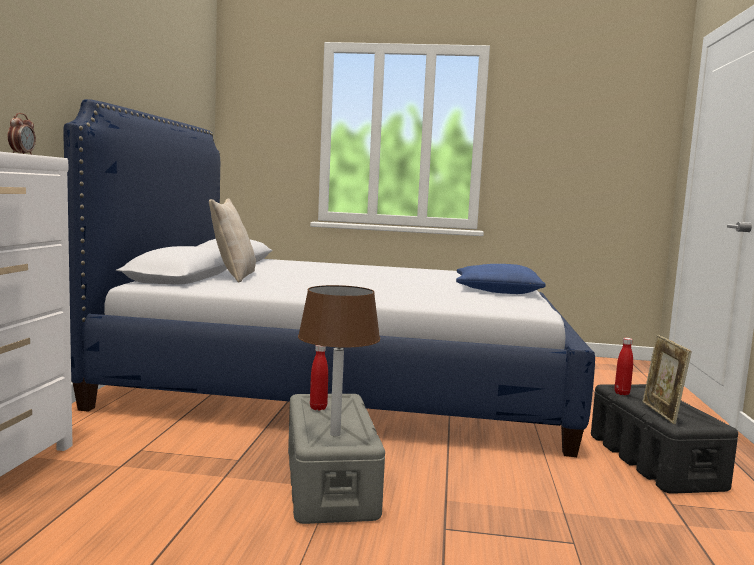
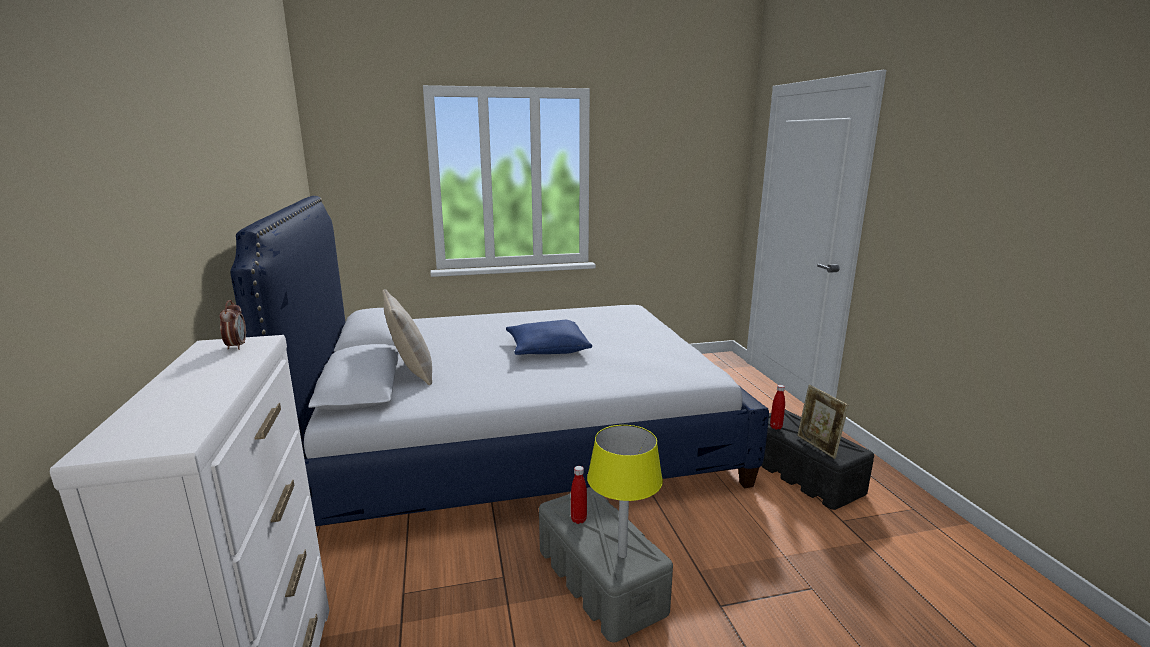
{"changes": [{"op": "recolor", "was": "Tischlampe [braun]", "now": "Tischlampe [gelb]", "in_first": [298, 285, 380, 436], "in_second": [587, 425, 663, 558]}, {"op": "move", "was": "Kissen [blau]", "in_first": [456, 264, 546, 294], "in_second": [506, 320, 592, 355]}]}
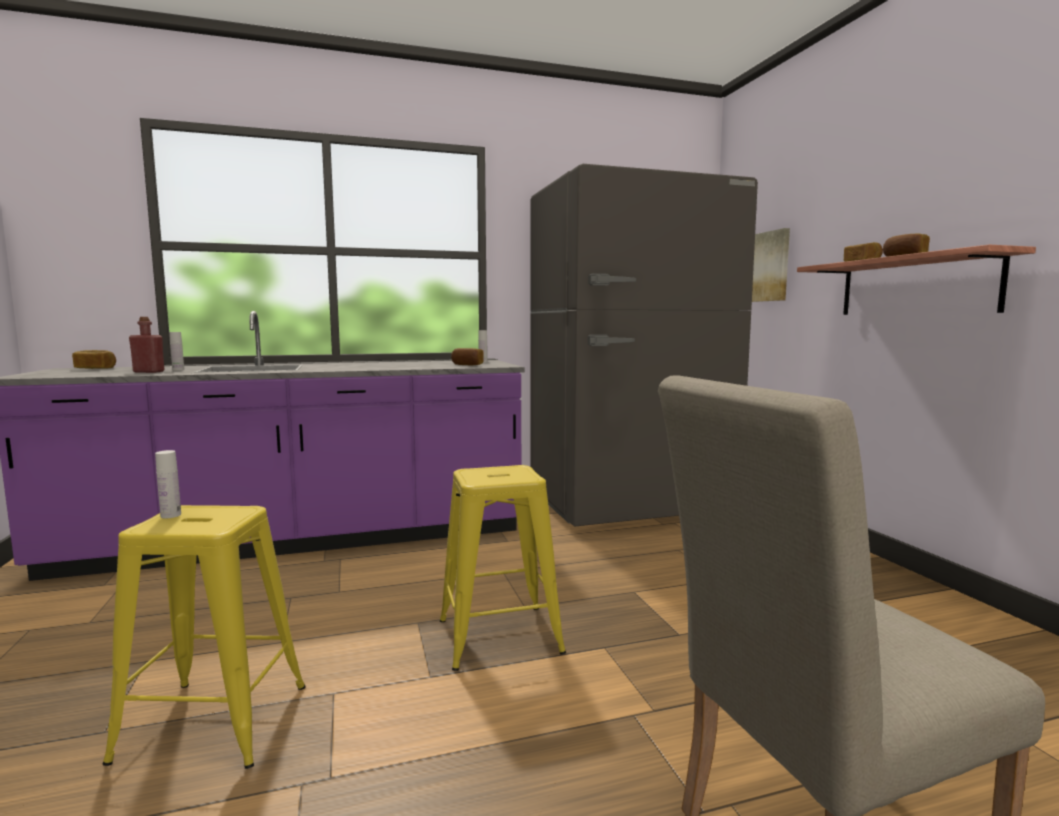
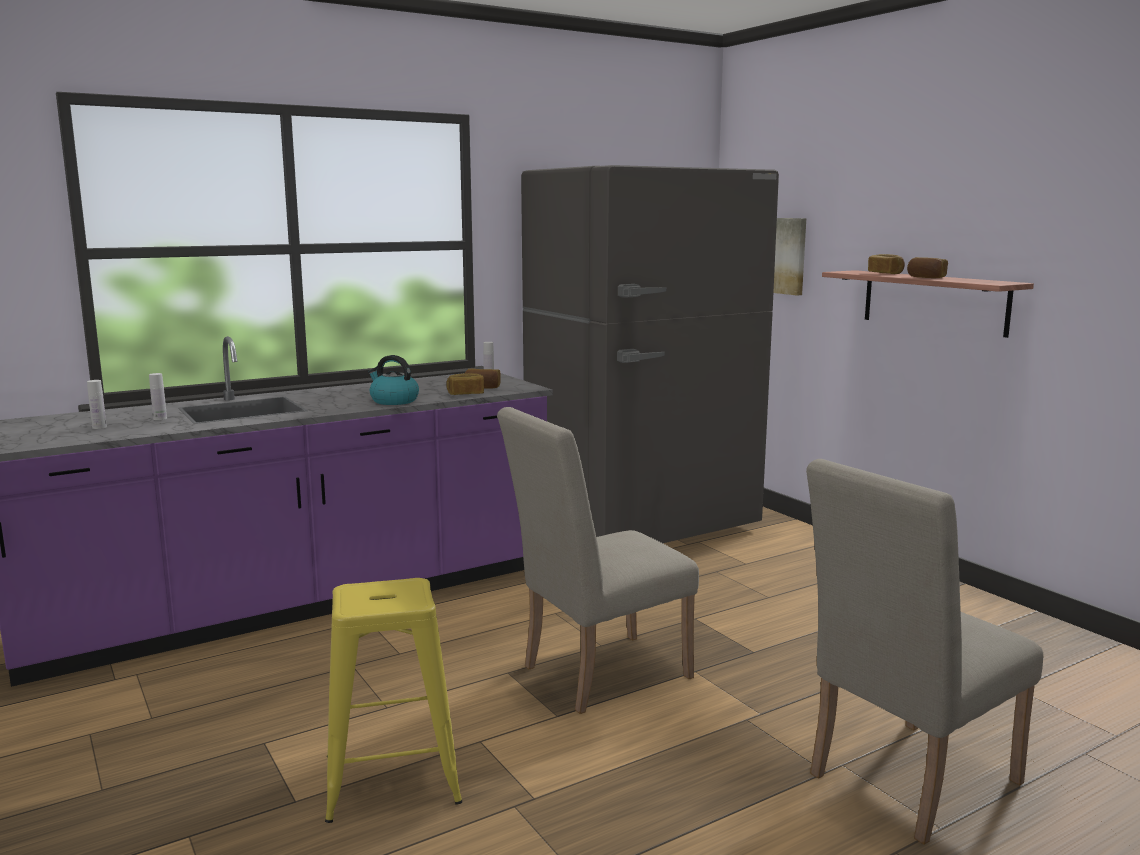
{"changes": [{"op": "move", "was": "Brot", "in_first": [72, 350, 116, 369], "in_second": [446, 373, 484, 395]}, {"op": "delete", "was": "Flasche [rot]", "in_first": [129, 317, 165, 373]}, {"op": "move", "was": "Flasche [weiß]", "in_first": [155, 450, 181, 518], "in_second": [87, 380, 107, 429]}, {"op": "replace", "was": "Hocker [gelb]", "now": "Stuhl [beige]", "in_first": [440, 465, 566, 671], "in_second": [497, 407, 699, 714]}, {"op": "insert", "now": "Wasserkessel", "in_second": [368, 355, 419, 405]}]}
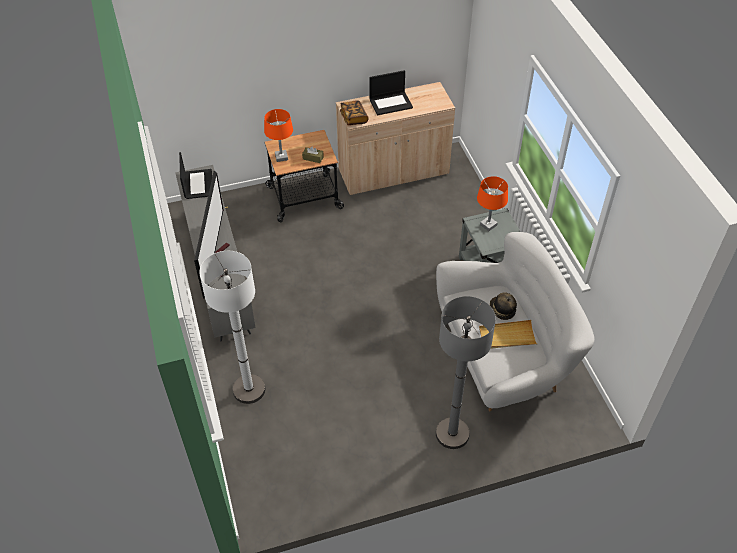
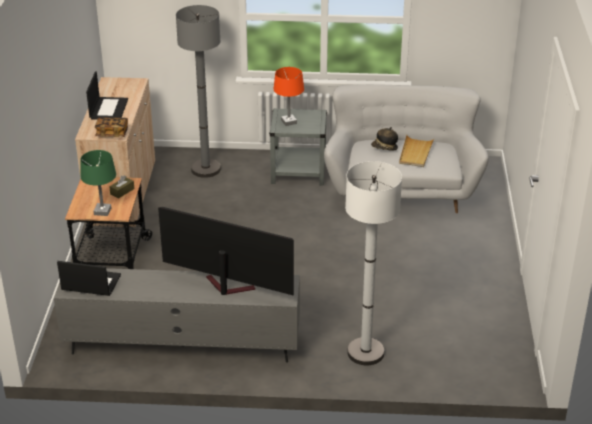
{"changes": [{"op": "recolor", "was": "Tischlampe [orange]", "now": "Tischlampe [grün]", "in_first": [264, 109, 293, 162], "in_second": [81, 150, 116, 216]}, {"op": "move", "was": "Stehlampe [grau]", "in_first": [436, 296, 496, 449], "in_second": [176, 5, 221, 178]}]}
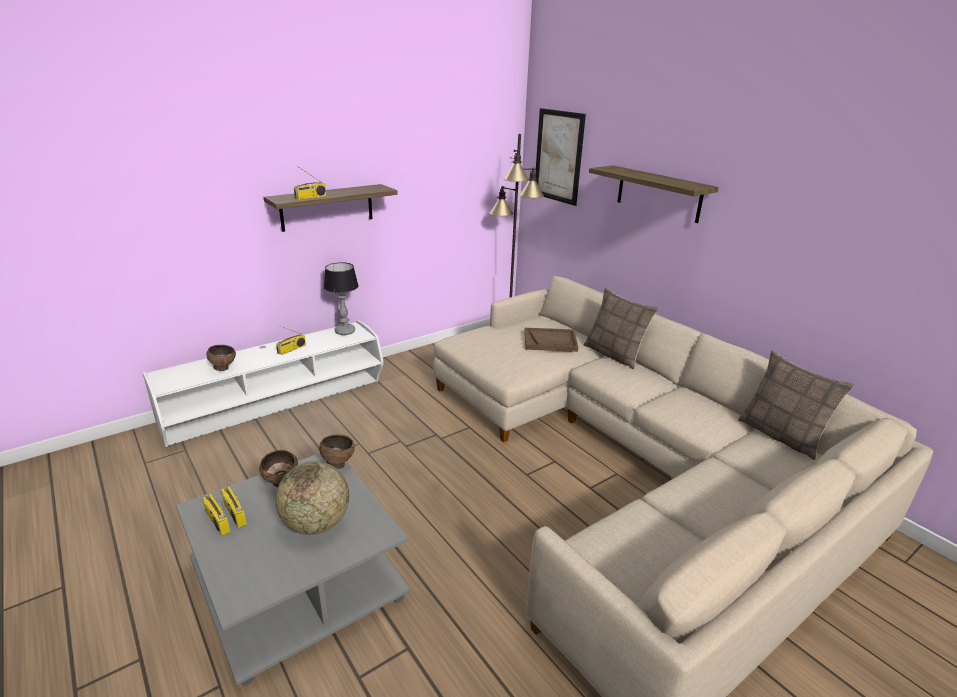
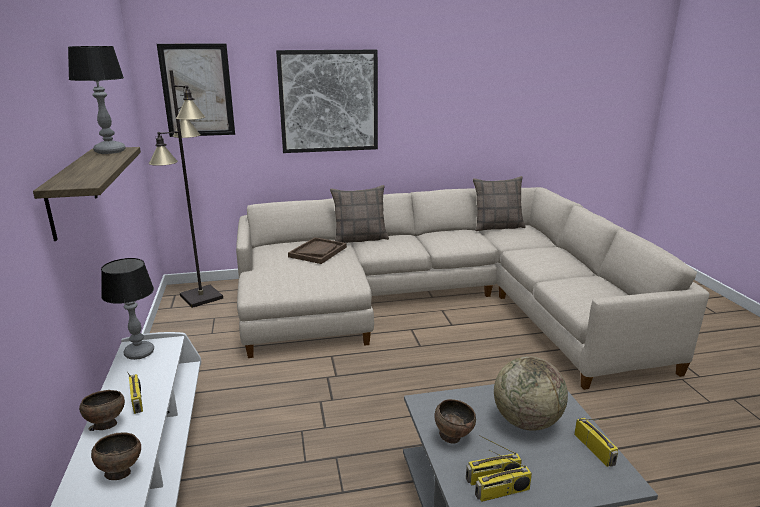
{"changes": [{"op": "move", "was": "Radio", "in_first": [294, 166, 326, 200], "in_second": [574, 417, 618, 467]}, {"op": "move", "was": "Schüssel [braun]", "in_first": [319, 434, 355, 469], "in_second": [79, 390, 125, 430]}, {"op": "replace", "was": "Wandregal", "now": "Bild", "in_first": [589, 165, 719, 223], "in_second": [276, 50, 378, 153]}, {"op": "insert", "now": "Tischlampe", "in_second": [68, 46, 126, 154]}]}
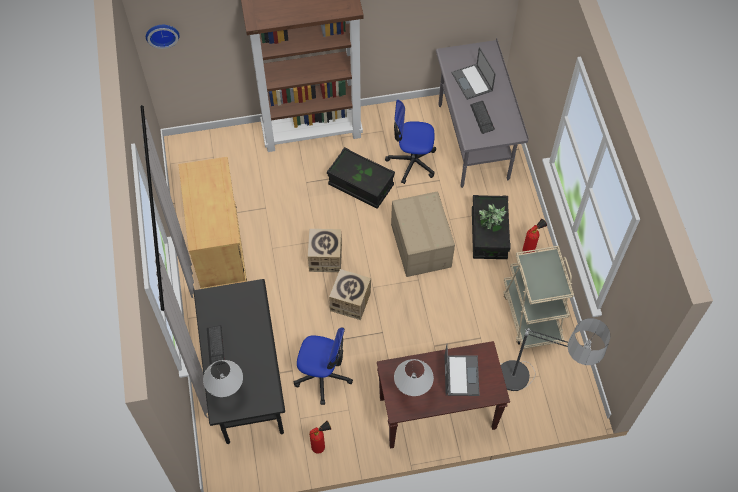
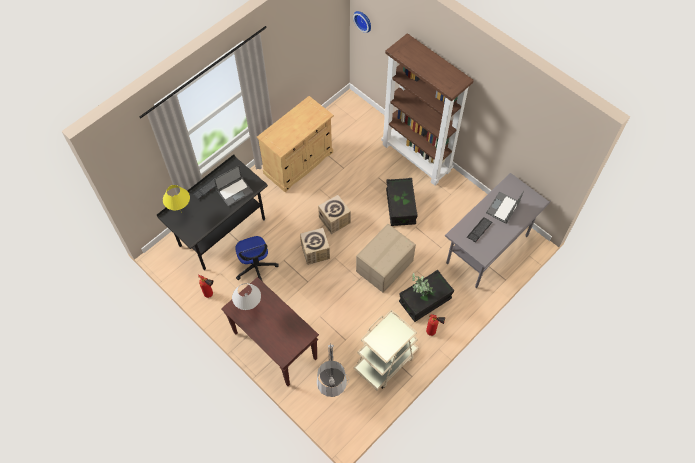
{"changes": [{"op": "recolor", "was": "Tischlampe [weiß]", "now": "Tischlampe [gelb]", "in_first": [203, 360, 243, 397], "in_second": [163, 185, 190, 213]}, {"op": "delete", "was": "Bürostuhl", "in_first": [385, 100, 436, 184]}, {"op": "move", "was": "Laptop", "in_first": [444, 344, 479, 396], "in_second": [214, 166, 253, 207]}]}
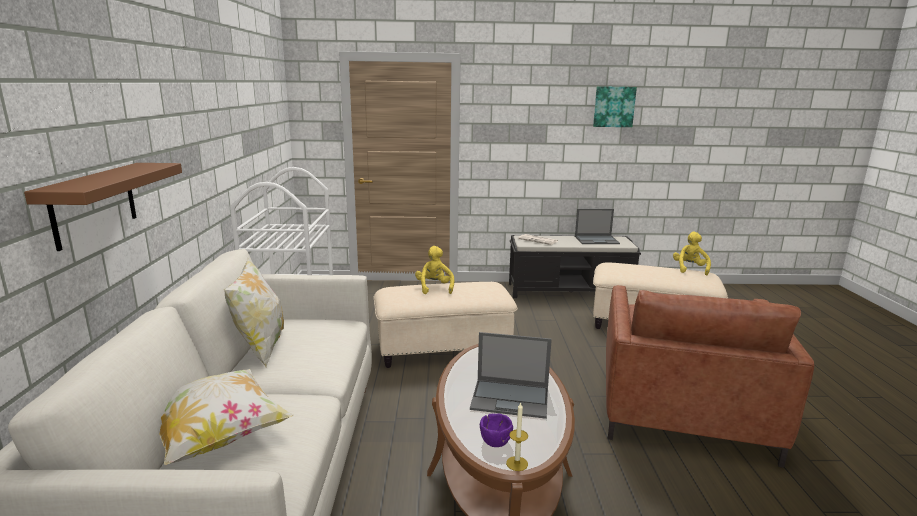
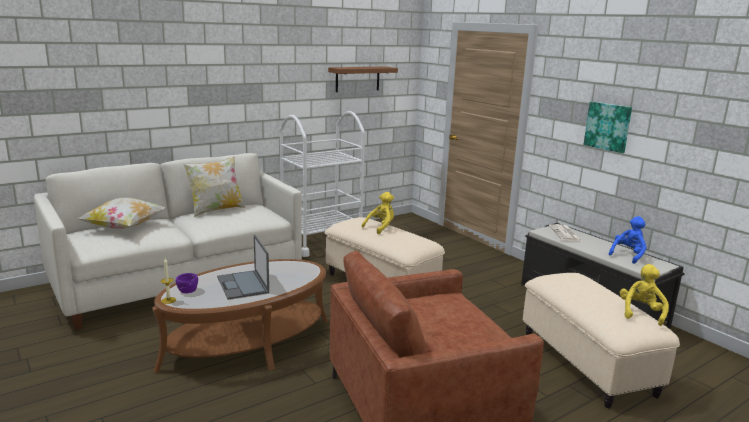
{"changes": [{"op": "move", "was": "Wandregal [braun]", "in_first": [24, 163, 182, 251], "in_second": [328, 67, 398, 92]}, {"op": "replace", "was": "Laptop", "now": "Plüschtier [blau]", "in_first": [575, 209, 620, 244], "in_second": [609, 216, 647, 264]}, {"op": "move", "was": "Bild", "in_first": [593, 86, 637, 127], "in_second": [583, 102, 632, 153]}, {"op": "rotate", "was": "Plüschtier [gelb]", "in_first": [673, 232, 711, 275], "in_second": [620, 264, 669, 326], "clockwise": -45}]}
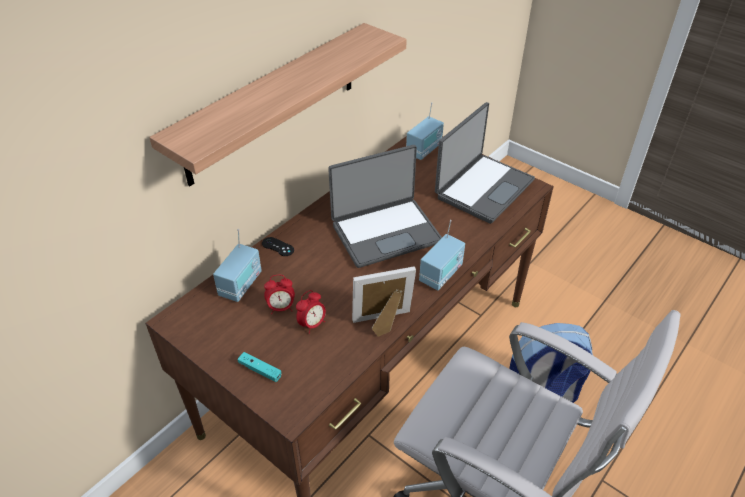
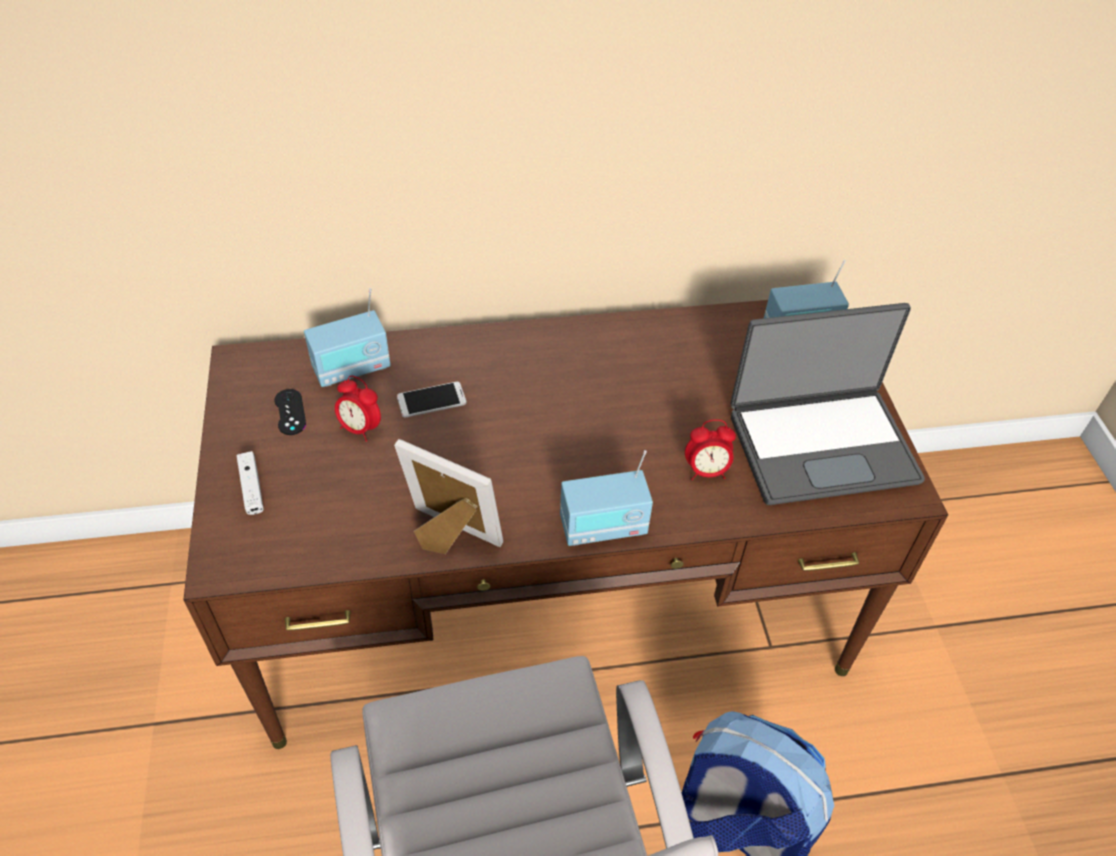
{"changes": [{"op": "delete", "was": "Wandregal", "in_first": [149, 23, 407, 186]}, {"op": "recolor", "was": "Gamepad [türkis]", "now": "Gamepad [weiß]", "in_first": [238, 352, 281, 382], "in_second": [236, 451, 264, 515]}, {"op": "move", "was": "Gamepad [schwarz]", "in_first": [262, 237, 294, 256], "in_second": [274, 389, 306, 435]}, {"op": "move", "was": "Wecker", "in_first": [296, 290, 326, 334], "in_second": [685, 419, 736, 480]}, {"op": "delete", "was": "Laptop", "in_first": [328, 145, 442, 268]}, {"op": "insert", "now": "Handy", "in_second": [397, 382, 466, 417]}]}
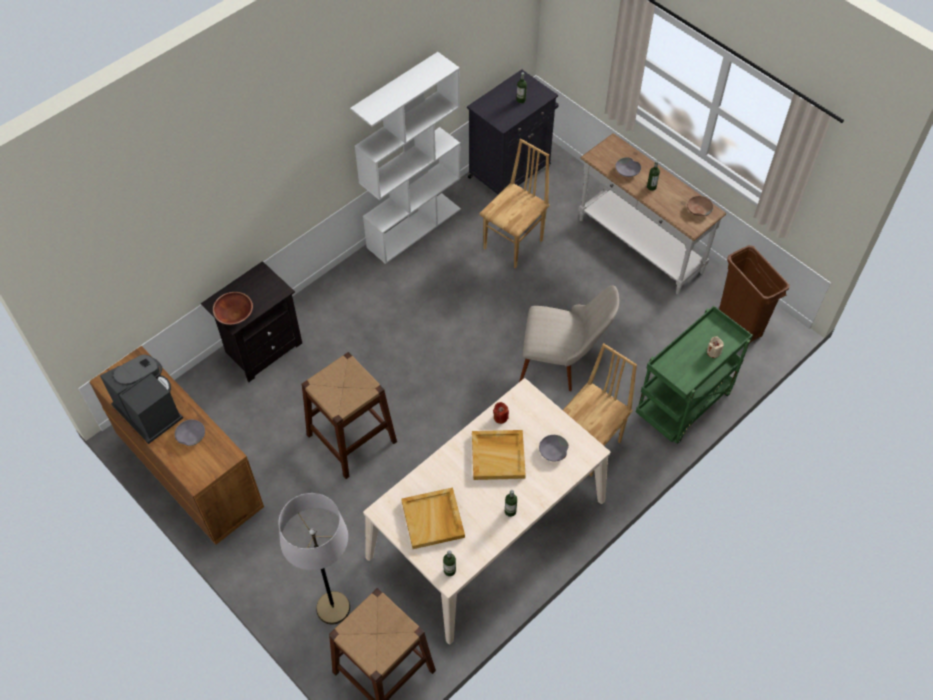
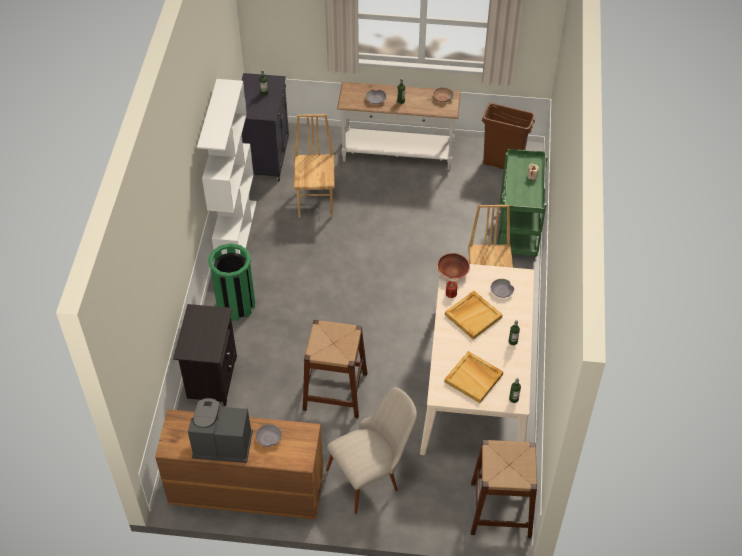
{"changes": [{"op": "move", "was": "Schüssel [braun]", "in_first": [213, 292, 253, 325], "in_second": [437, 253, 470, 279]}, {"op": "delete", "was": "Stehlampe [grau]", "in_first": [278, 493, 350, 624]}, {"op": "move", "was": "Stuhl [beige]", "in_first": [519, 285, 619, 391], "in_second": [326, 387, 417, 514]}, {"op": "insert", "now": "Mülleimer [grün]", "in_second": [208, 243, 255, 321]}]}
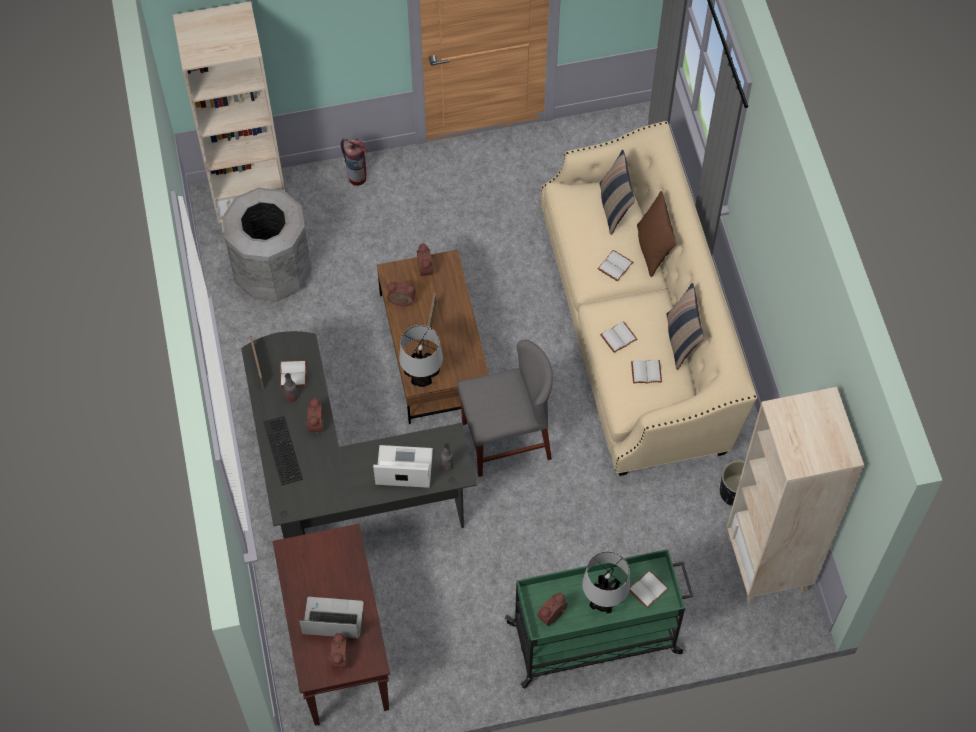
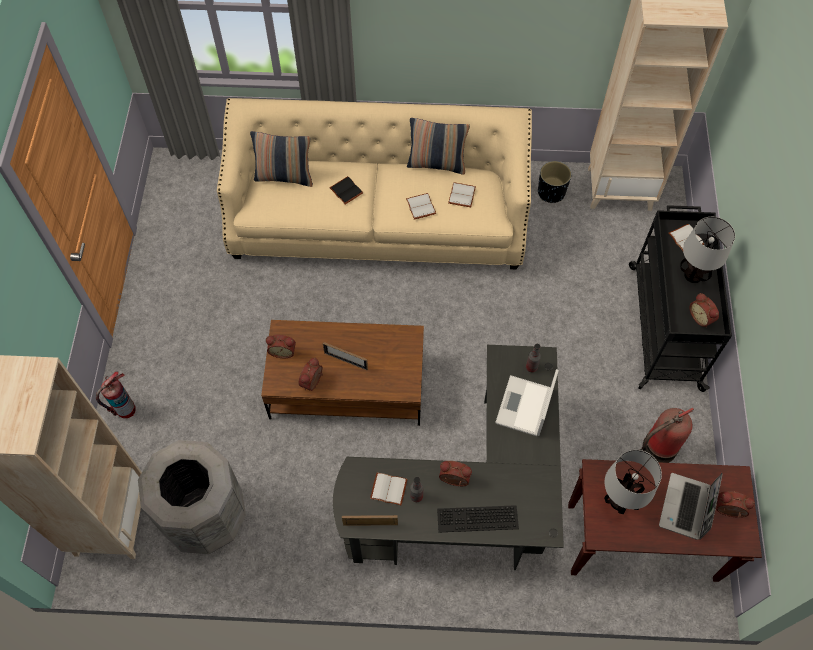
{"changes": [{"op": "move", "was": "Tischlampe", "in_first": [399, 325, 443, 387], "in_second": [604, 450, 662, 514]}, {"op": "delete", "was": "Stuhl [grau]", "in_first": [457, 340, 553, 477]}, {"op": "recolor", "was": "Rollwagen [grün]", "now": "Rollwagen [schwarz]", "in_first": [505, 549, 693, 689], "in_second": [629, 205, 732, 392]}, {"op": "recolor", "was": "Buch [weiß]", "now": "Buch [schwarz]", "in_first": [598, 250, 633, 282], "in_second": [330, 176, 363, 204]}, {"op": "delete", "was": "Kissen [braun]", "in_first": [637, 191, 676, 277]}, {"op": "insert", "now": "Feuerlöscher", "in_second": [640, 407, 694, 463]}]}
